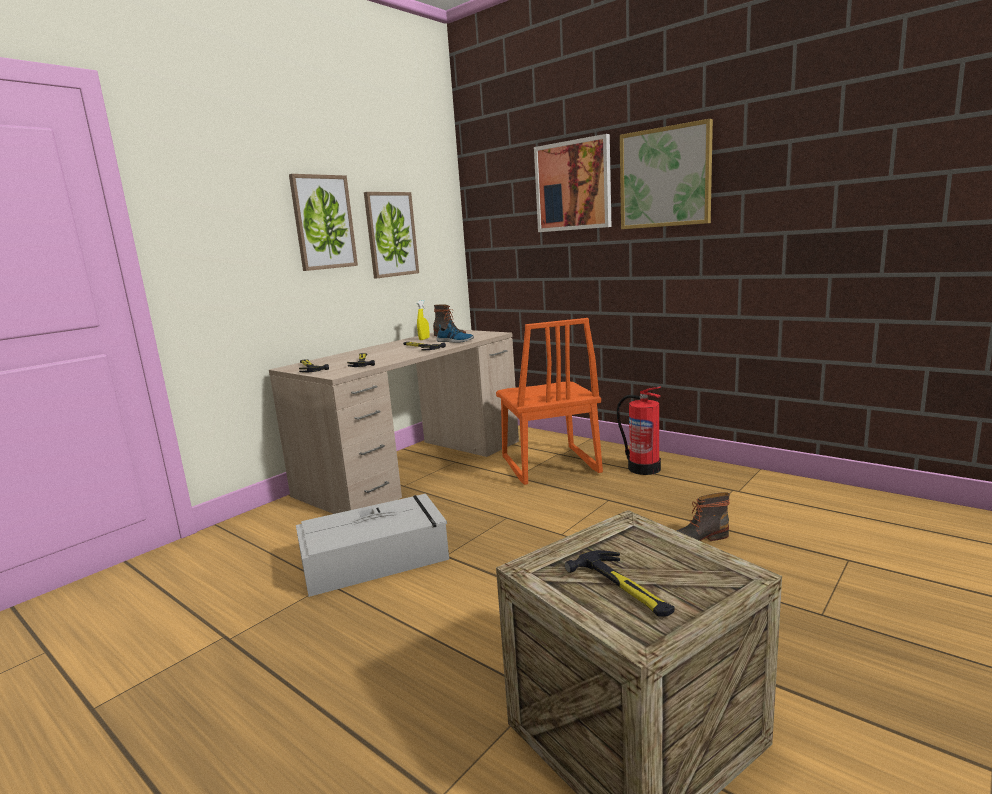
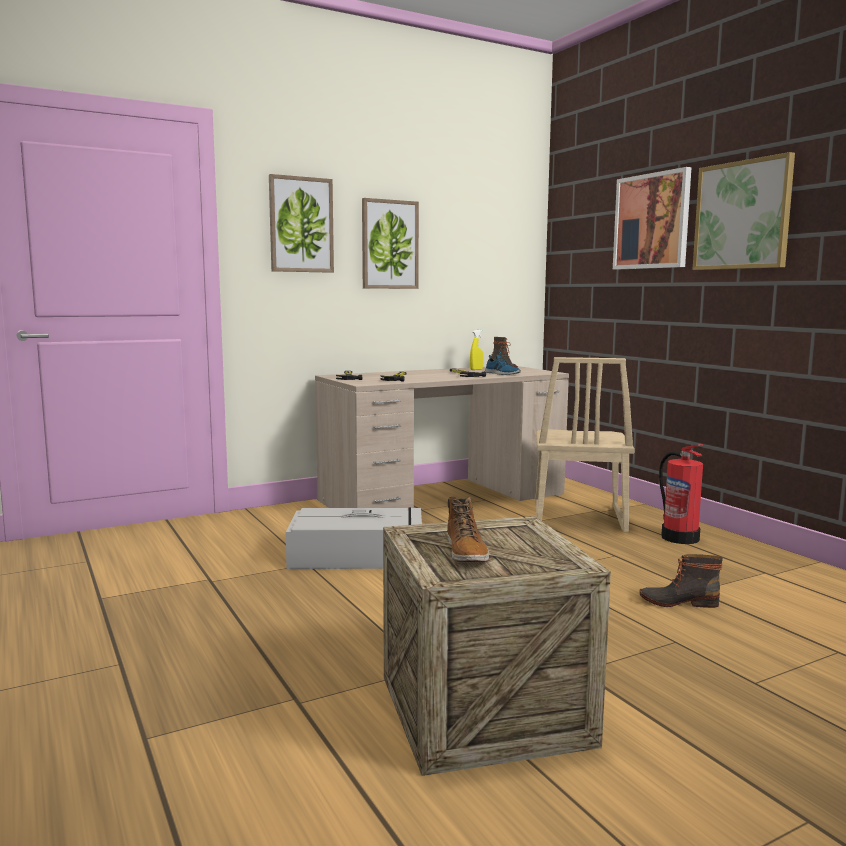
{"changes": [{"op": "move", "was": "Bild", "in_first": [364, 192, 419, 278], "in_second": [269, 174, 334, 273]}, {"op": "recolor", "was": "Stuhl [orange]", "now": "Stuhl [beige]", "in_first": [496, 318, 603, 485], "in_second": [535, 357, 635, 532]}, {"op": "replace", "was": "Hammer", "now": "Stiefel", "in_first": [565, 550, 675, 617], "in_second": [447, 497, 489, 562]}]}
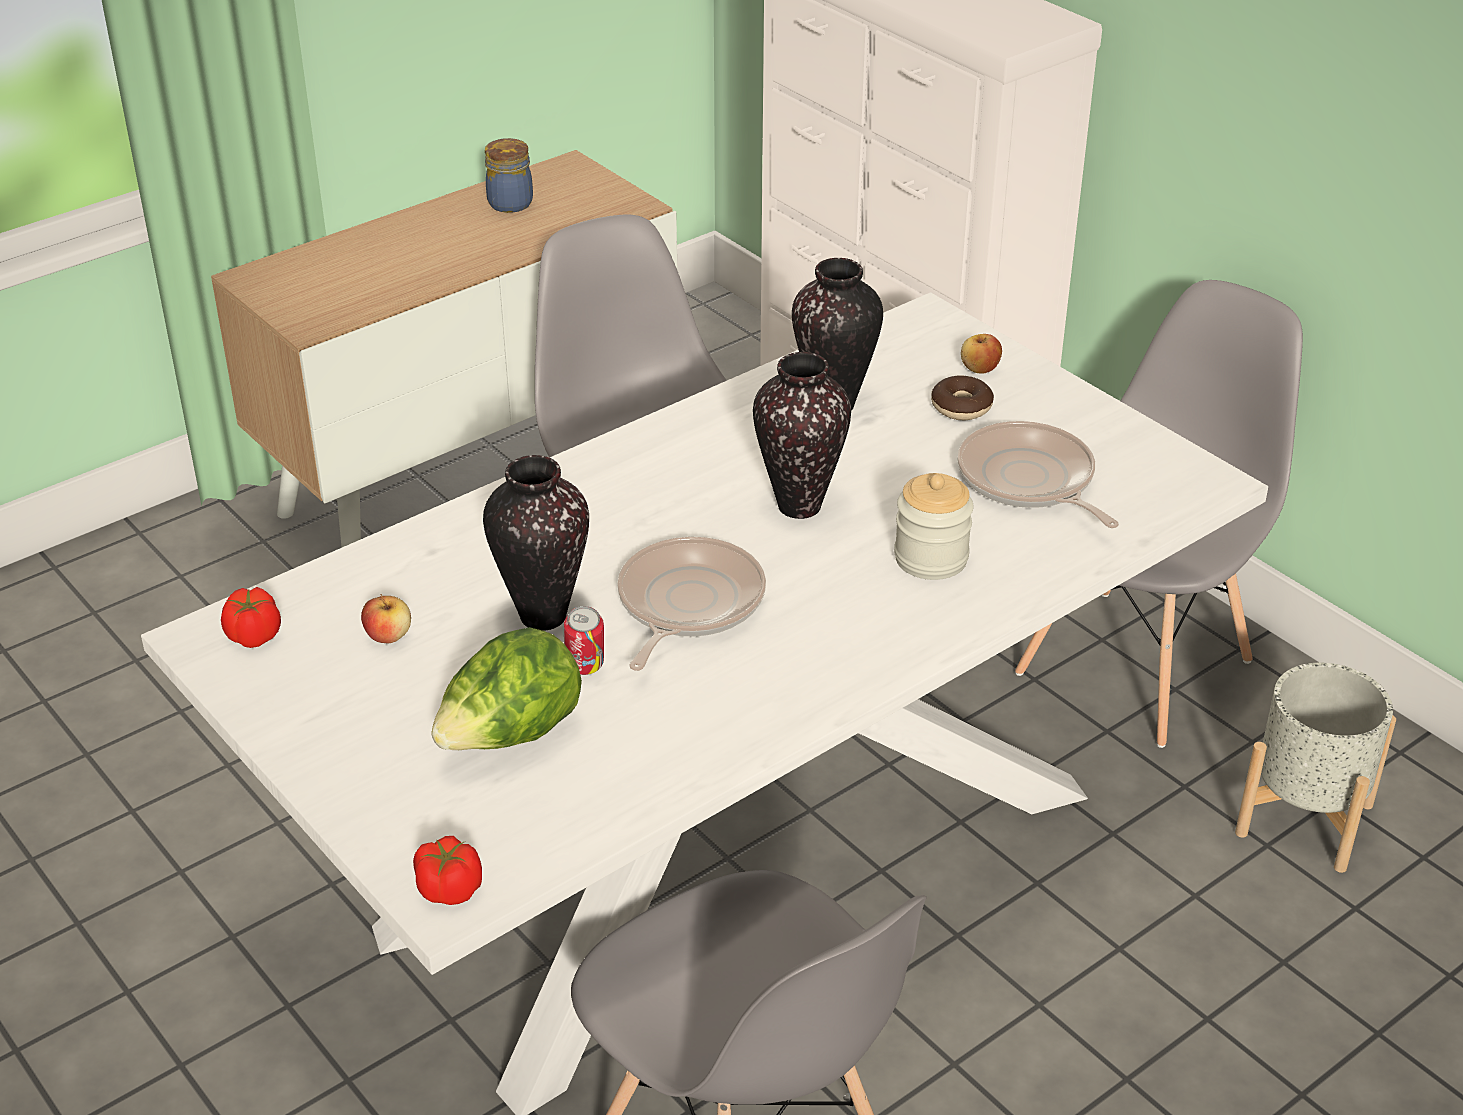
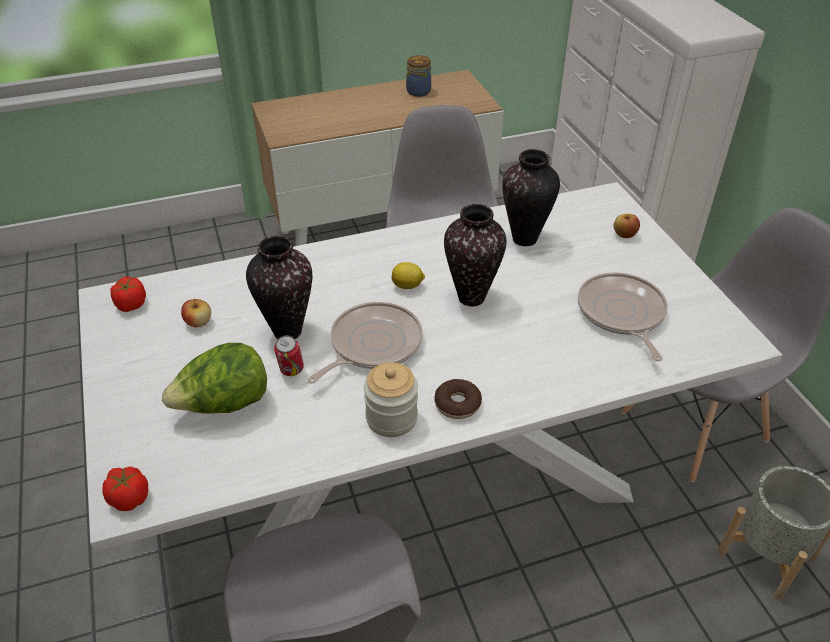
{"changes": [{"op": "move", "was": "Vorratsglas", "in_first": [894, 473, 973, 580], "in_second": [364, 362, 418, 437]}, {"op": "move", "was": "Donut", "in_first": [931, 375, 994, 420], "in_second": [435, 379, 482, 419]}, {"op": "insert", "now": "Zitrone", "in_second": [391, 262, 425, 289]}]}
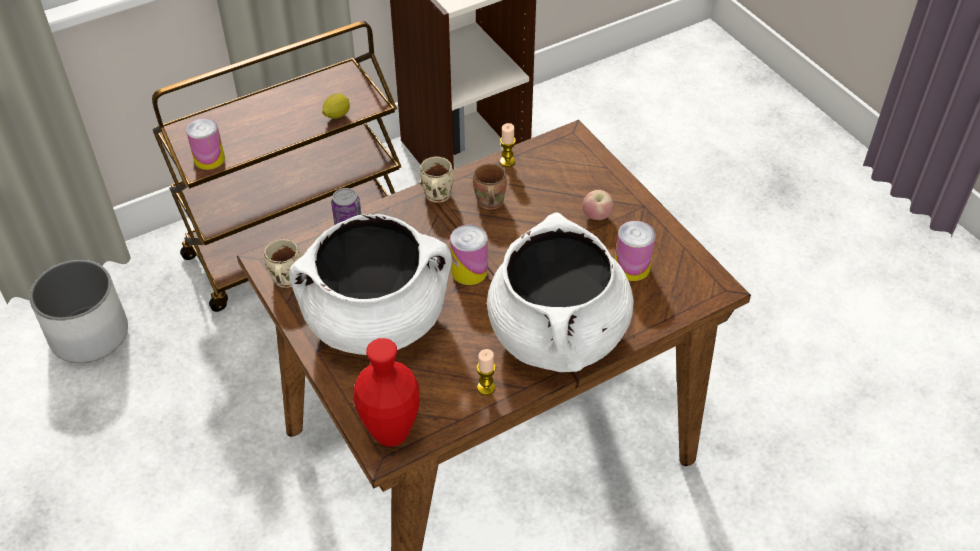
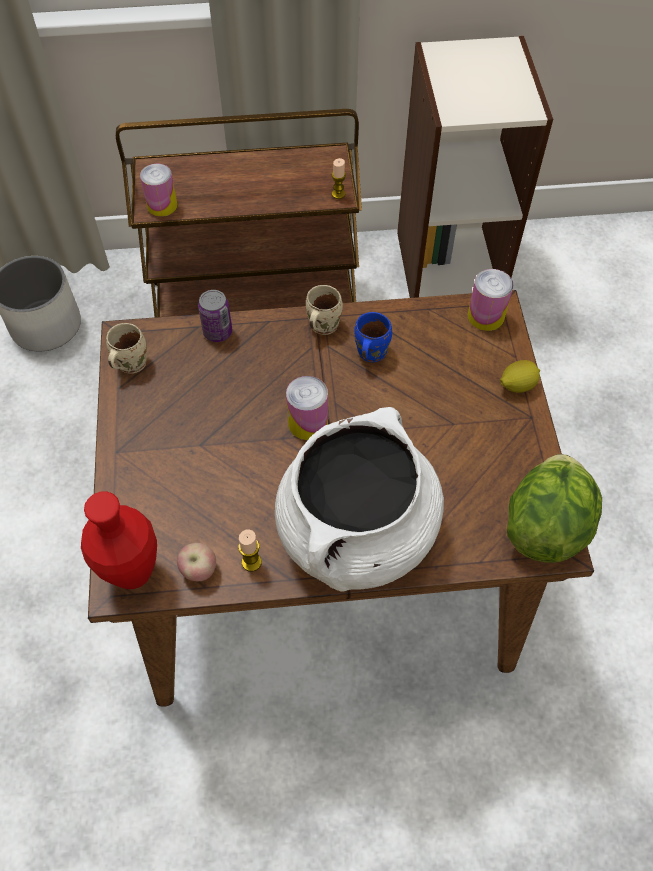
{"changes": [{"op": "delete", "was": "Kochtopf [weiß]", "in_first": [289, 214, 452, 355]}, {"op": "move", "was": "Zitrone", "in_first": [322, 93, 350, 119], "in_second": [500, 360, 540, 393]}, {"op": "recolor", "was": "Henkelbecher [braun]", "now": "Henkelbecher [blau]", "in_first": [473, 164, 507, 210], "in_second": [354, 312, 392, 362]}, {"op": "move", "was": "Kerze", "in_first": [500, 123, 516, 167], "in_second": [332, 158, 346, 199]}, {"op": "move", "was": "Apfel", "in_first": [582, 190, 614, 220], "in_second": [177, 543, 216, 581]}, {"op": "move", "was": "Dose", "in_first": [615, 221, 656, 281], "in_second": [468, 269, 513, 331]}, {"op": "insert", "now": "Salatkopf", "in_second": [507, 454, 602, 563]}]}
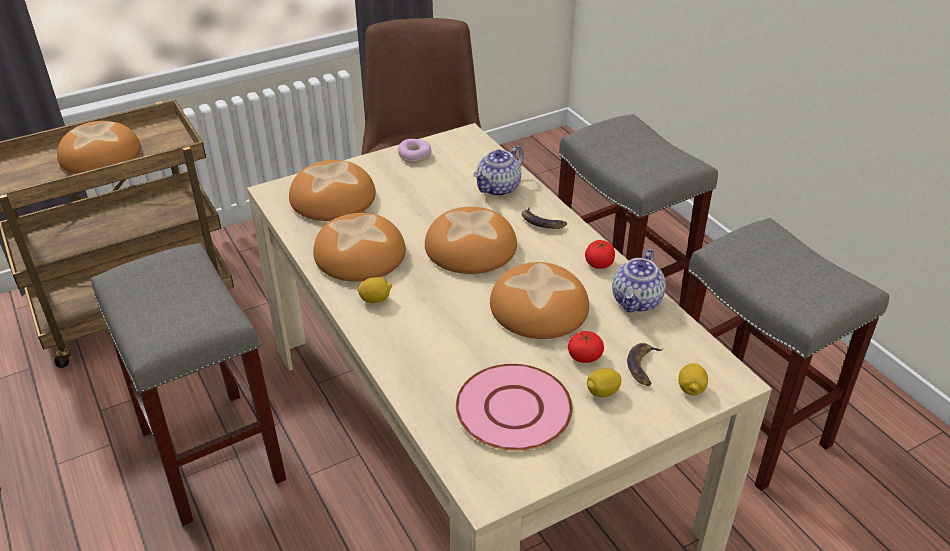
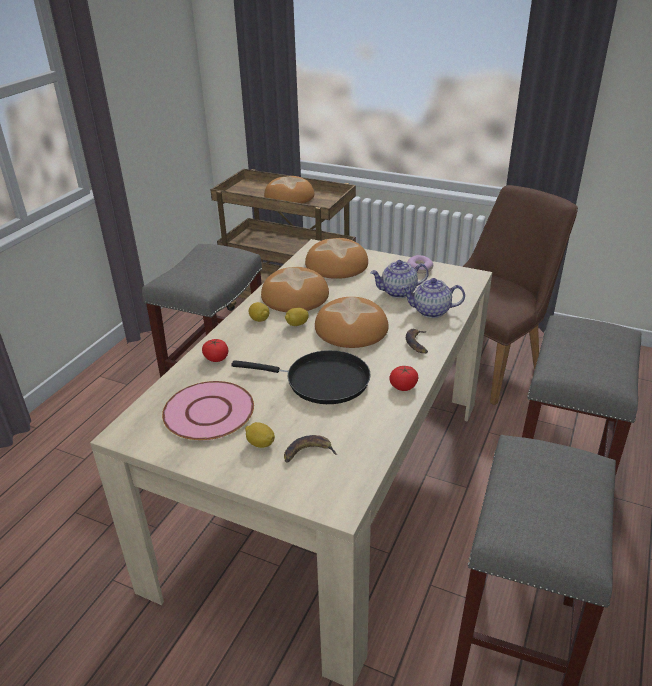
{"changes": [{"op": "replace", "was": "Brot", "now": "Pfanne [schwarz]", "in_first": [490, 262, 589, 339], "in_second": [231, 350, 371, 404]}, {"op": "move", "was": "Tomate", "in_first": [568, 331, 604, 363], "in_second": [202, 338, 228, 362]}, {"op": "move", "was": "Teekanne", "in_first": [612, 249, 666, 312], "in_second": [370, 260, 429, 298]}, {"op": "move", "was": "Zitrone", "in_first": [678, 363, 708, 395], "in_second": [285, 308, 309, 326]}]}
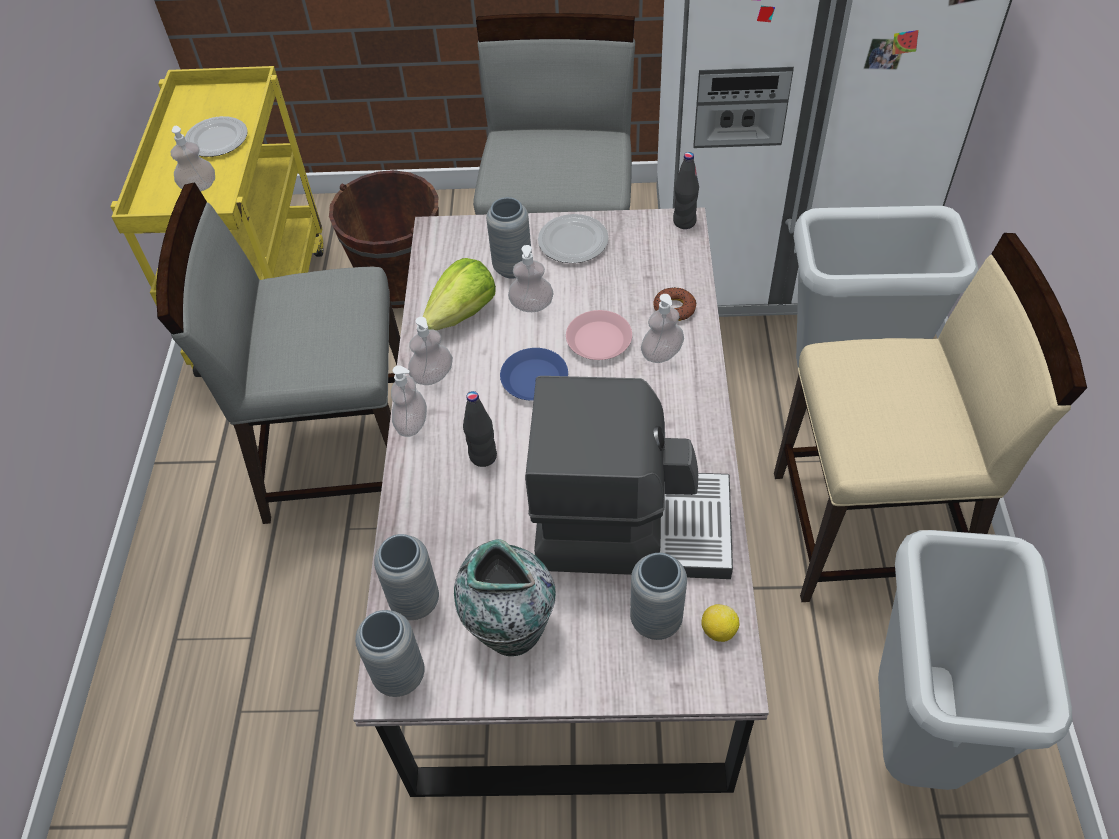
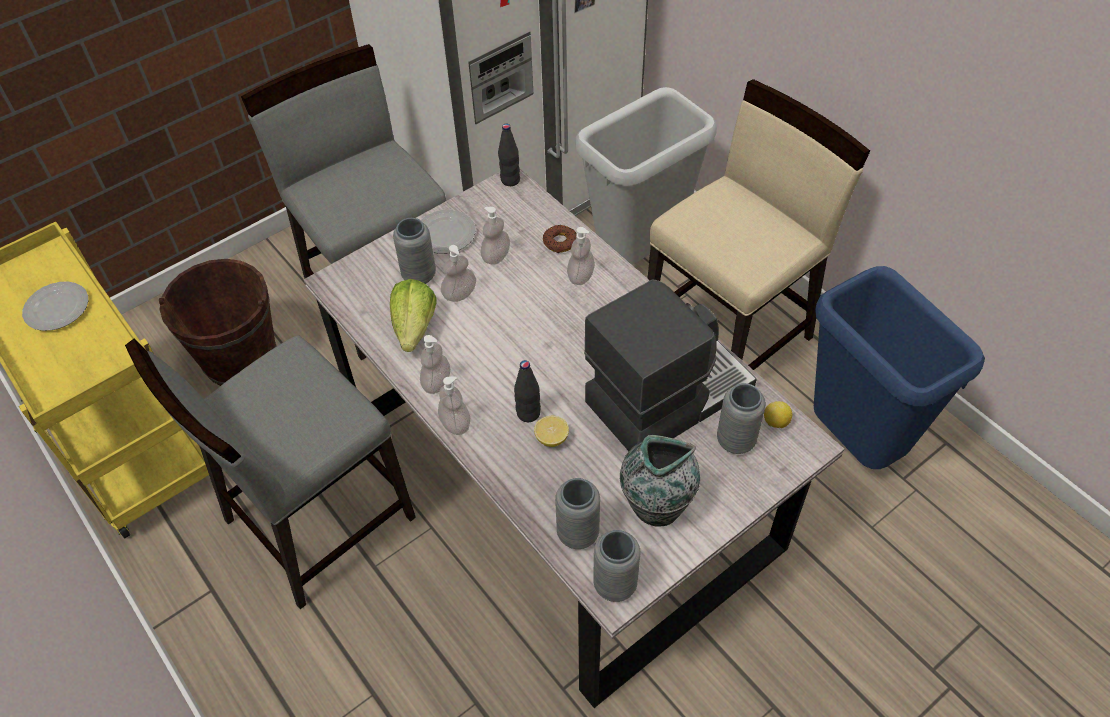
{"changes": [{"op": "move", "was": "Seifenspender", "in_first": [171, 125, 215, 191], "in_second": [481, 207, 510, 265]}, {"op": "delete", "was": "Teller [blau]", "in_first": [500, 348, 568, 401]}, {"op": "delete", "was": "Teller [rosa]", "in_first": [566, 310, 632, 360]}, {"op": "recolor", "was": "Mülleimer [grau]", "now": "Mülleimer [blau]", "in_first": [878, 530, 1073, 790], "in_second": [814, 266, 985, 469]}, {"op": "insert", "now": "Zitrone", "in_second": [534, 416, 569, 447]}]}
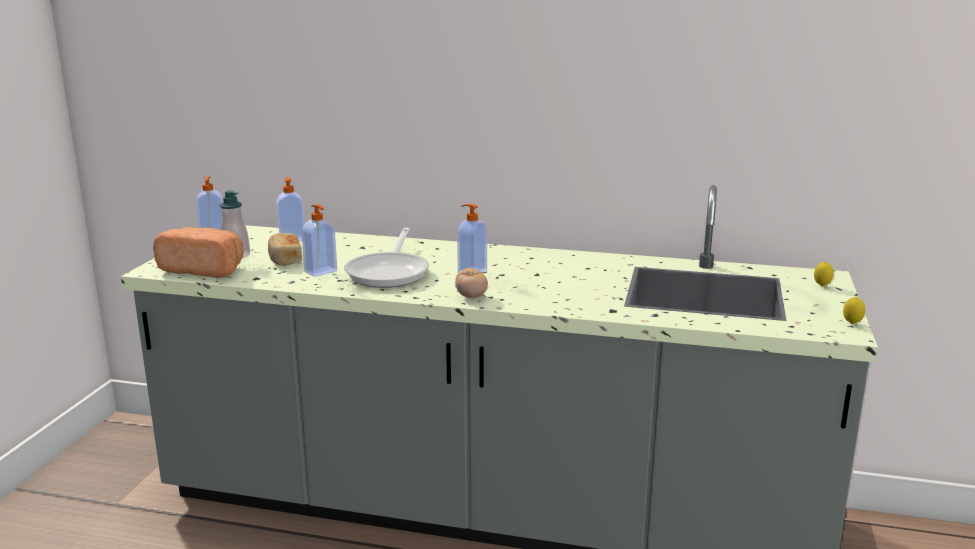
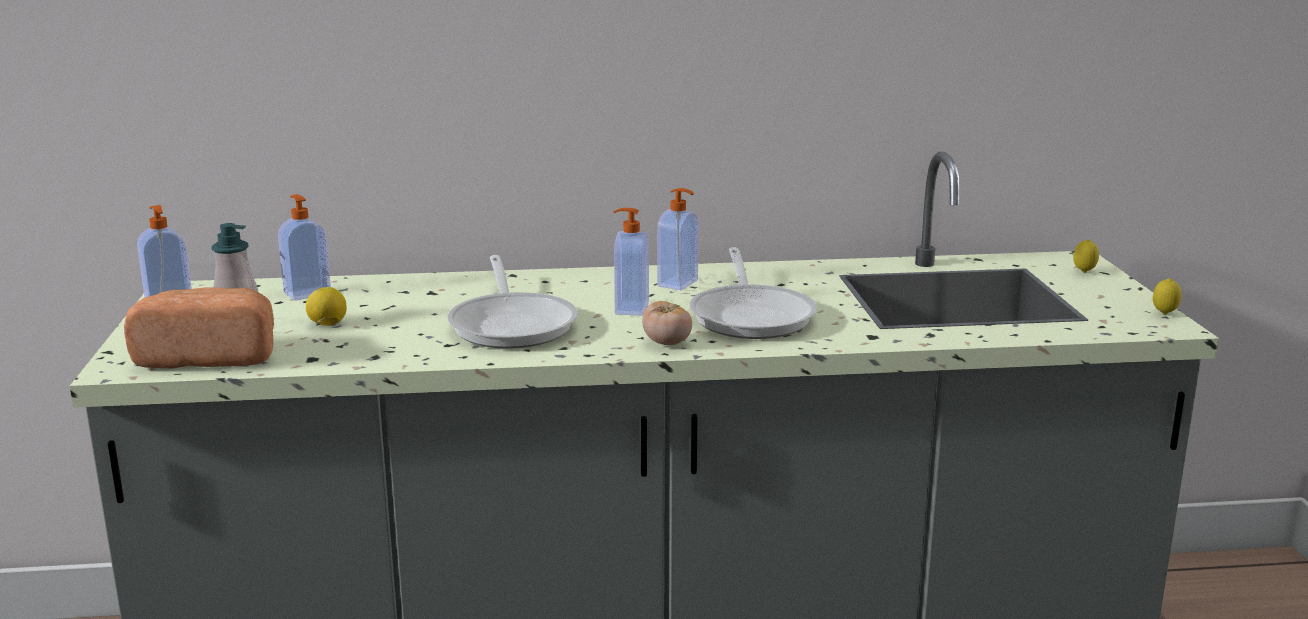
{"changes": [{"op": "replace", "was": "Brot", "now": "Zitrone", "in_first": [268, 233, 302, 266], "in_second": [306, 287, 347, 326]}, {"op": "move", "was": "Seifenspender", "in_first": [301, 204, 337, 277], "in_second": [657, 188, 699, 290]}, {"op": "insert", "now": "Pfanne", "in_second": [690, 247, 817, 339]}]}
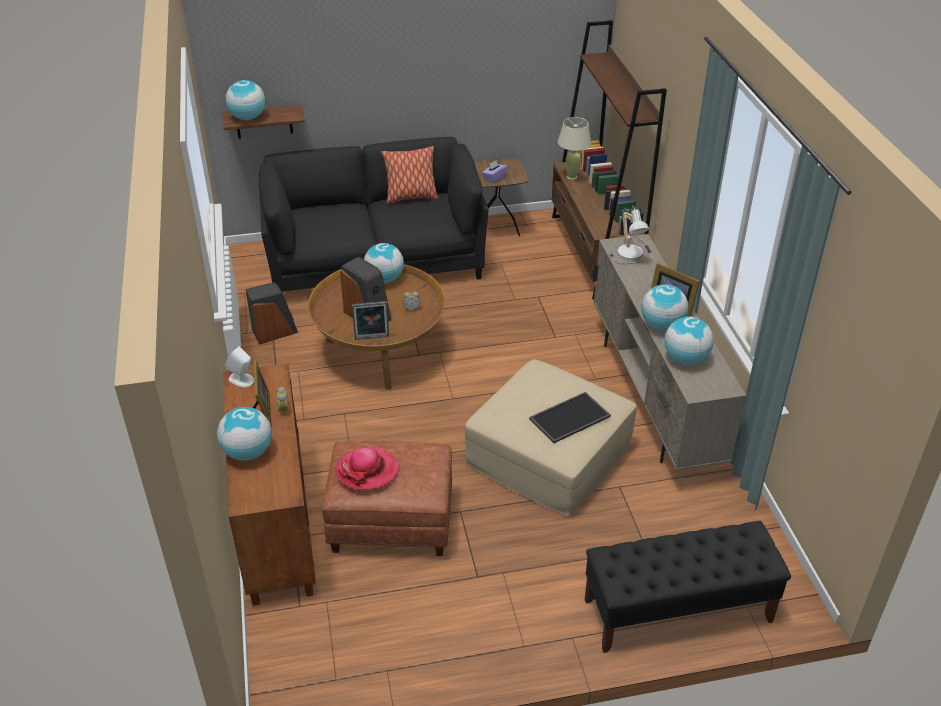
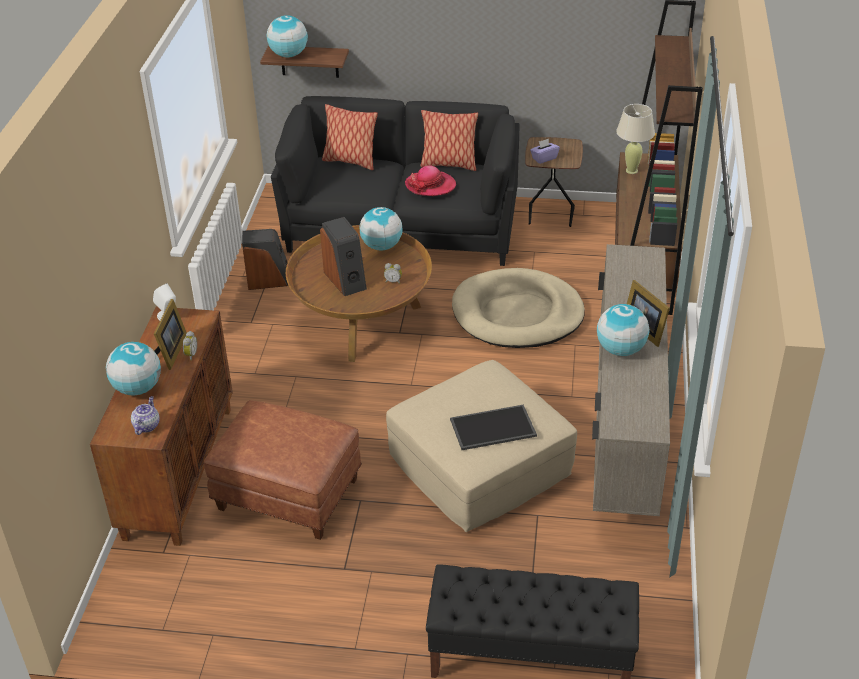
{"changes": [{"op": "move", "was": "Hut", "in_first": [336, 447, 399, 490], "in_second": [405, 166, 456, 196]}, {"op": "delete", "was": "Bilderrahmen", "in_first": [352, 301, 389, 340]}, {"op": "delete", "was": "Tischlampe", "in_first": [610, 206, 653, 264]}, {"op": "delete", "was": "Globus", "in_first": [665, 317, 714, 365]}, {"op": "insert", "now": "Teekanne", "in_second": [131, 396, 160, 435]}, {"op": "insert", "now": "Kissen", "in_second": [322, 104, 378, 170]}, {"op": "insert", "now": "Hundebett [beige]", "in_second": [452, 268, 585, 348]}]}
